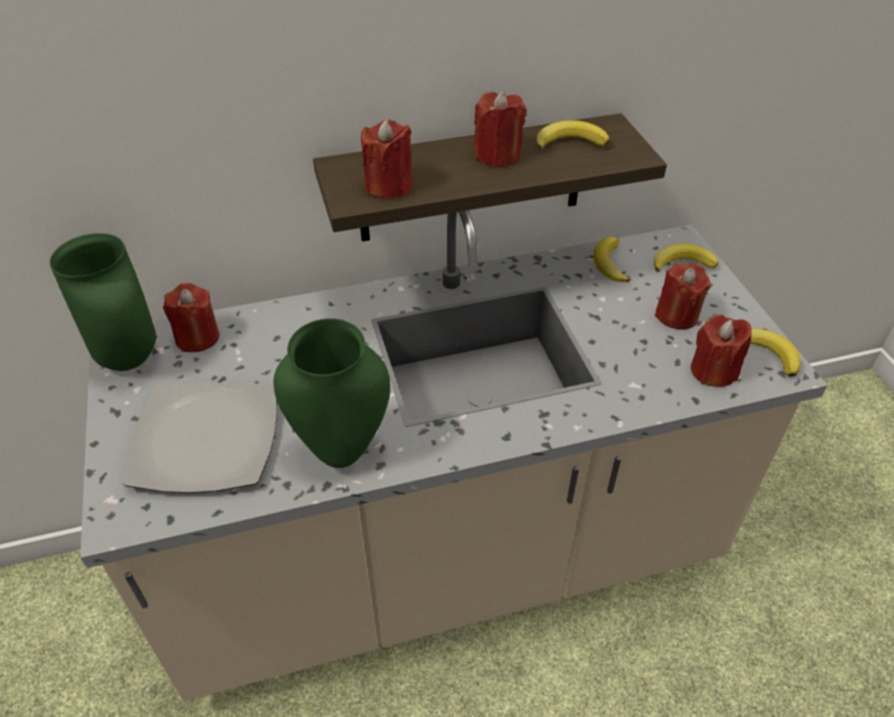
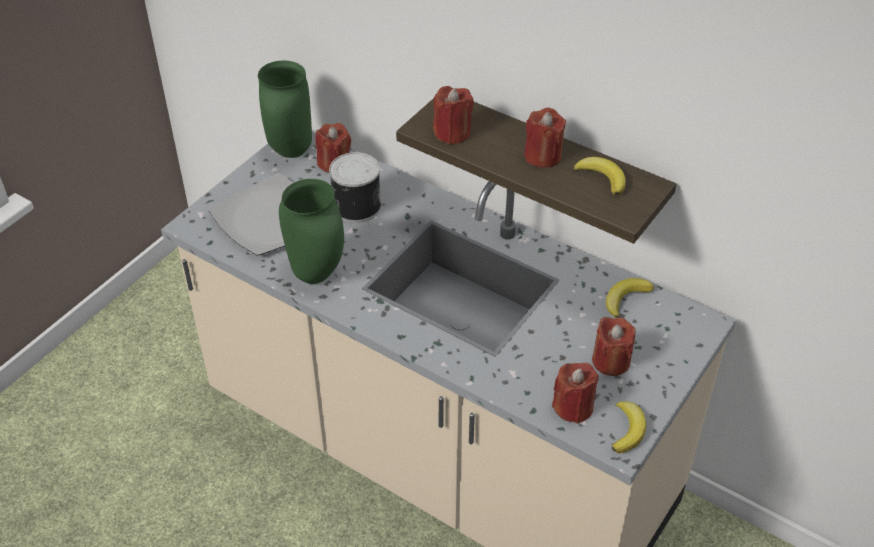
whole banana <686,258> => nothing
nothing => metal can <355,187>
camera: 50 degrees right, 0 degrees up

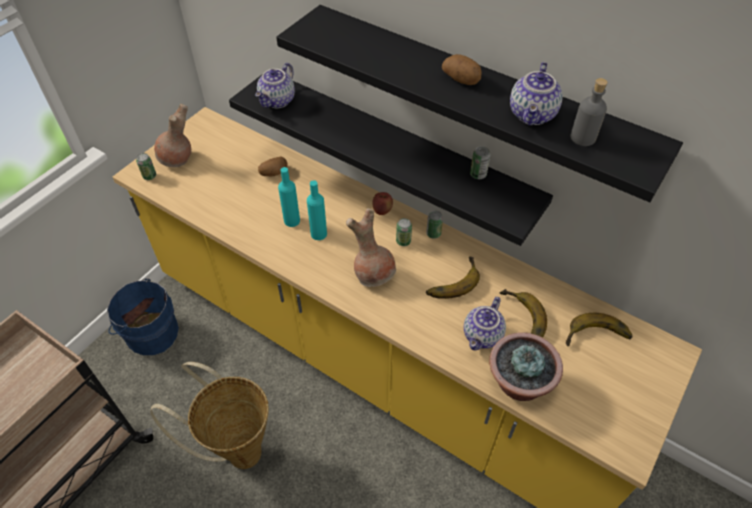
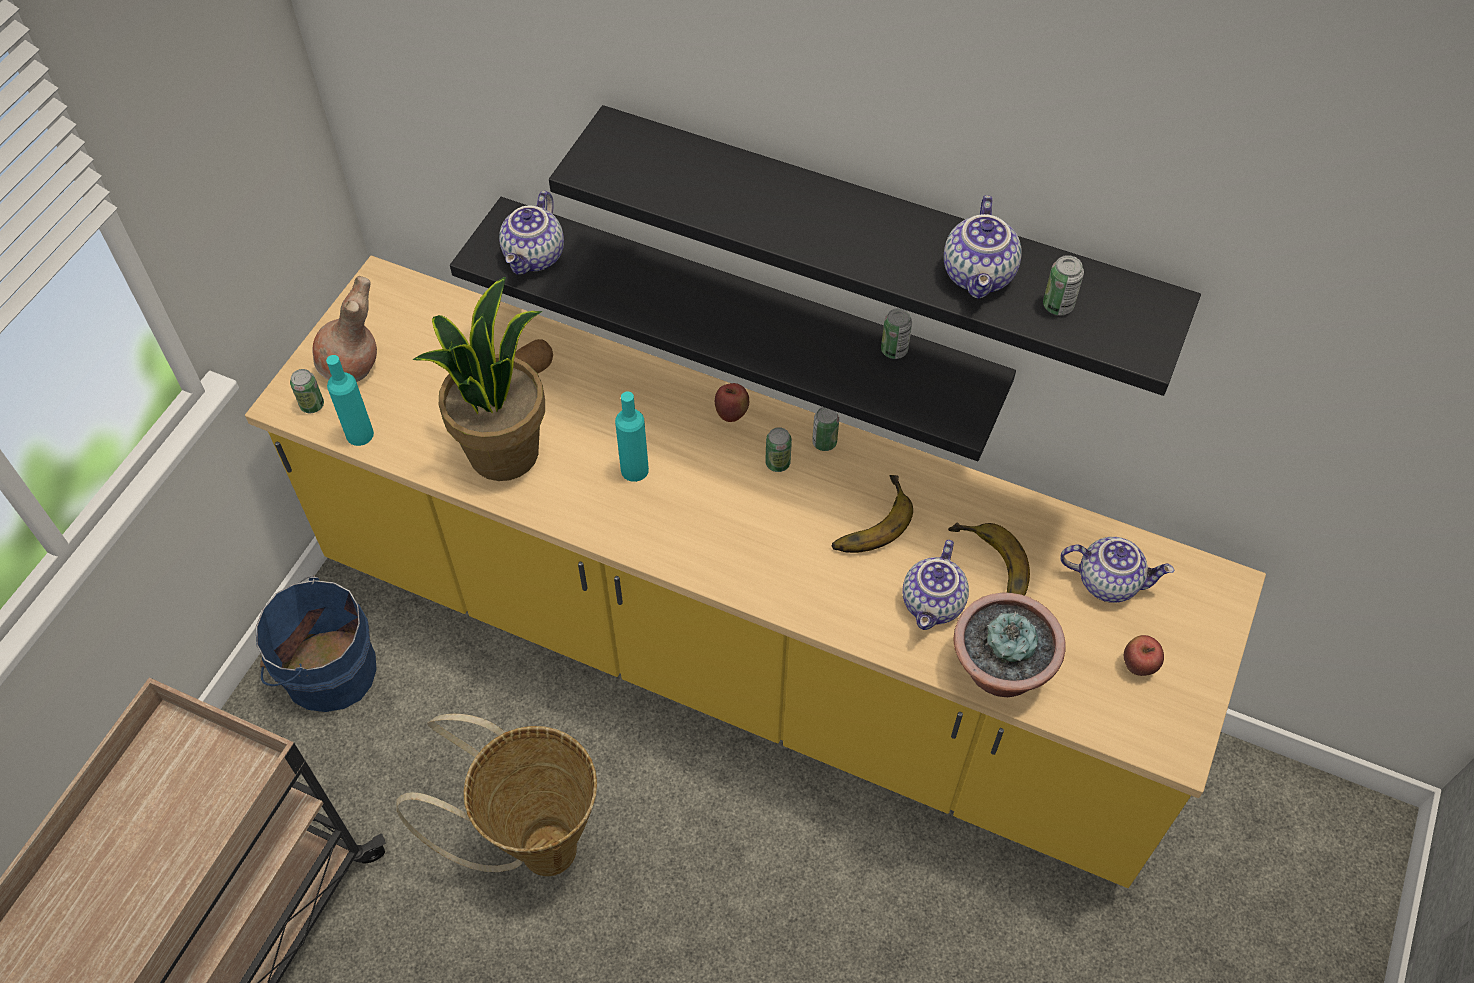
blue-green bottle <289,197> => blue-green bottle <350,400>, relocated
brown vase <371,247> => nothing
spud <462,69> => nothing
whole banana <599,329> => pot for tea <1117,570>
gray bottle <589,112> => metal can <1063,285>
nothing => potted plant <478,379>
nothing => whole apple <1144,655>
camera: 10 degrees left, 5 degrees up

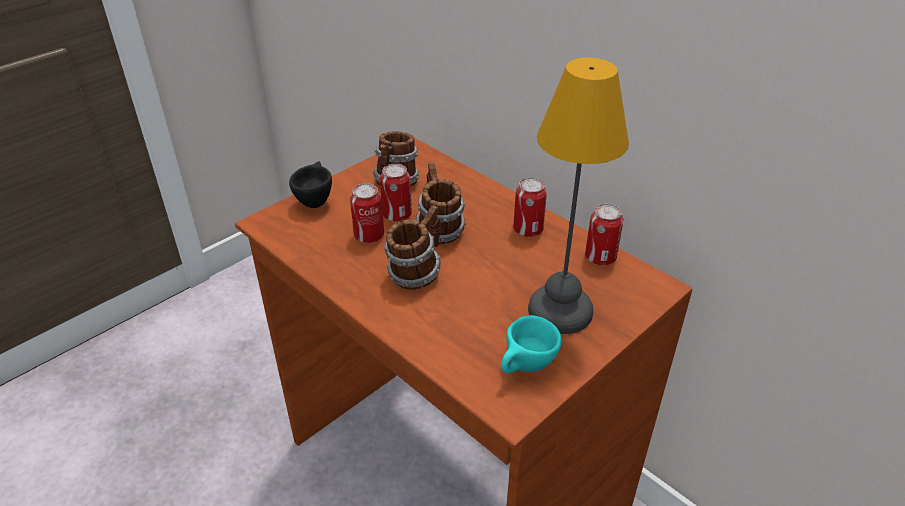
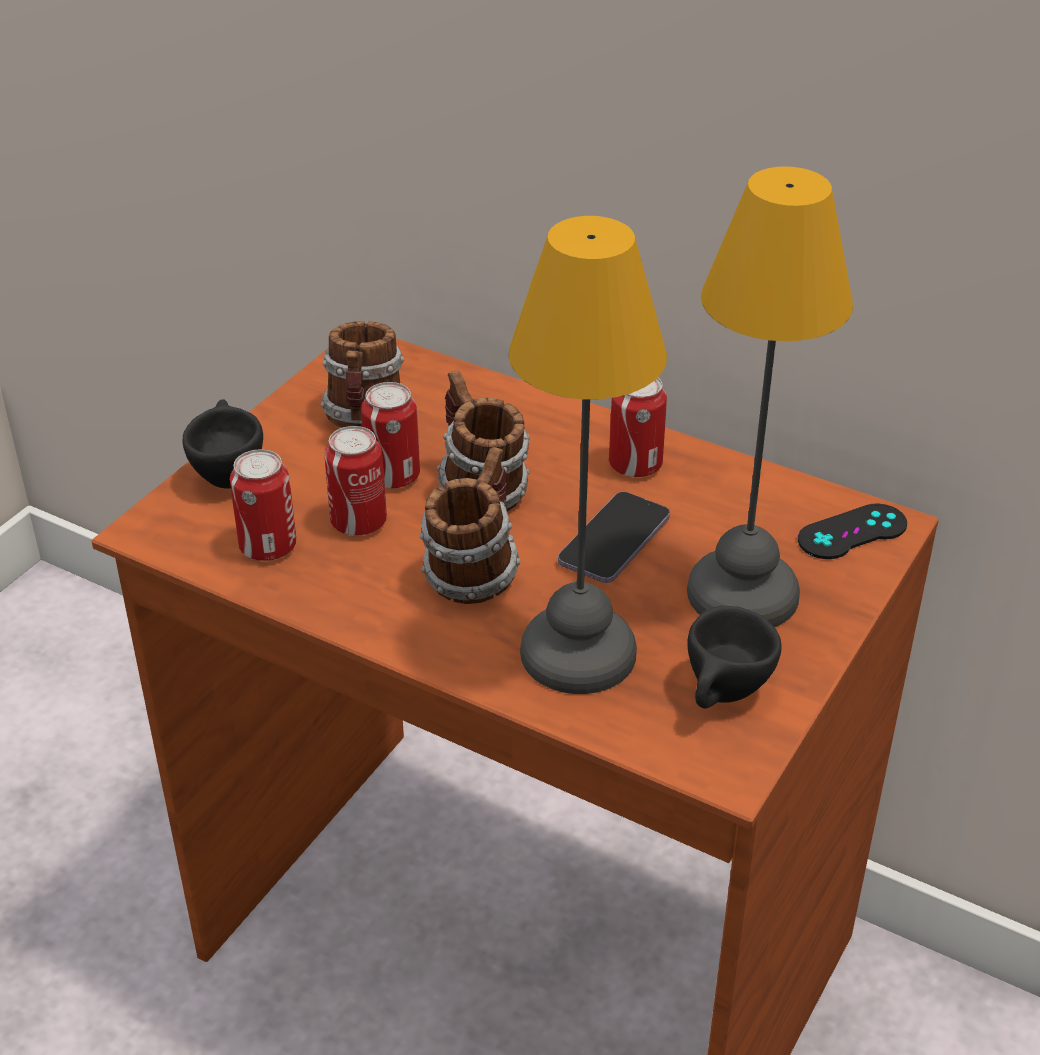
blue-green drinking cup <531,344> => blackish drinking cup <734,657>
metal can <604,234> => metal can <263,505>, relocated
nothing => tabletop lamp <587,455>
nothing => phone <614,537>
nothing => blackish gamepad <852,531>
camera: 15 degrees left, 0 degrees up

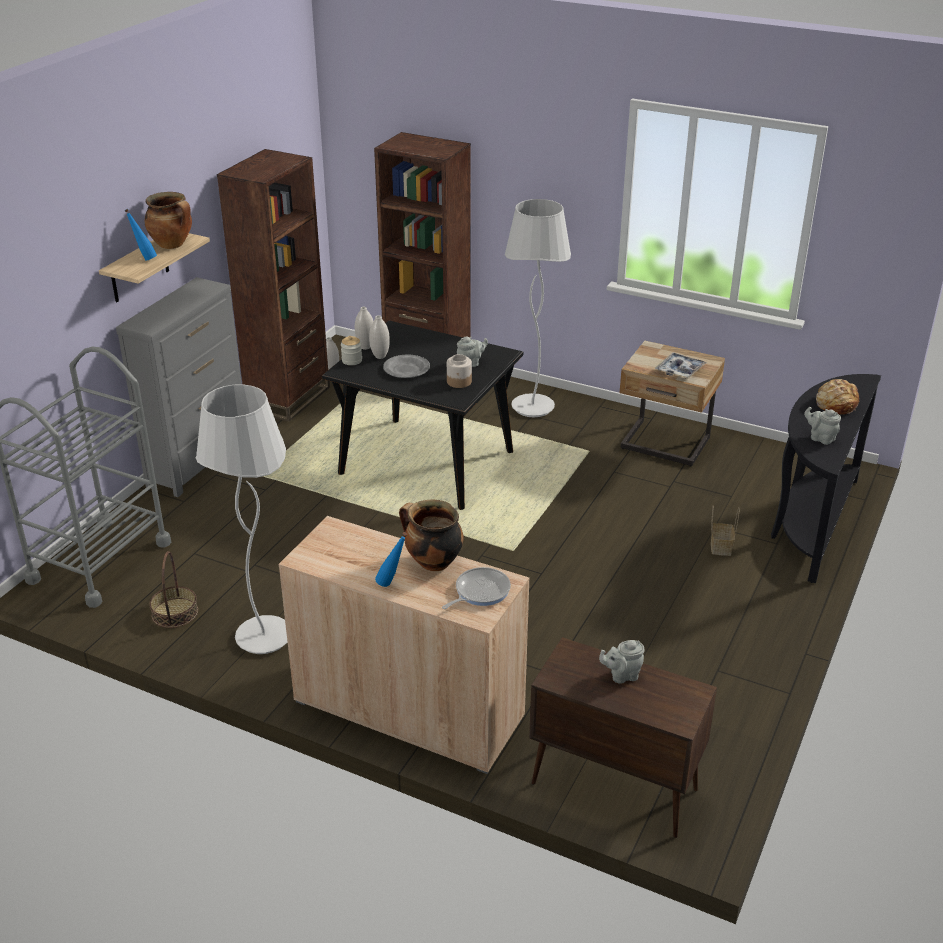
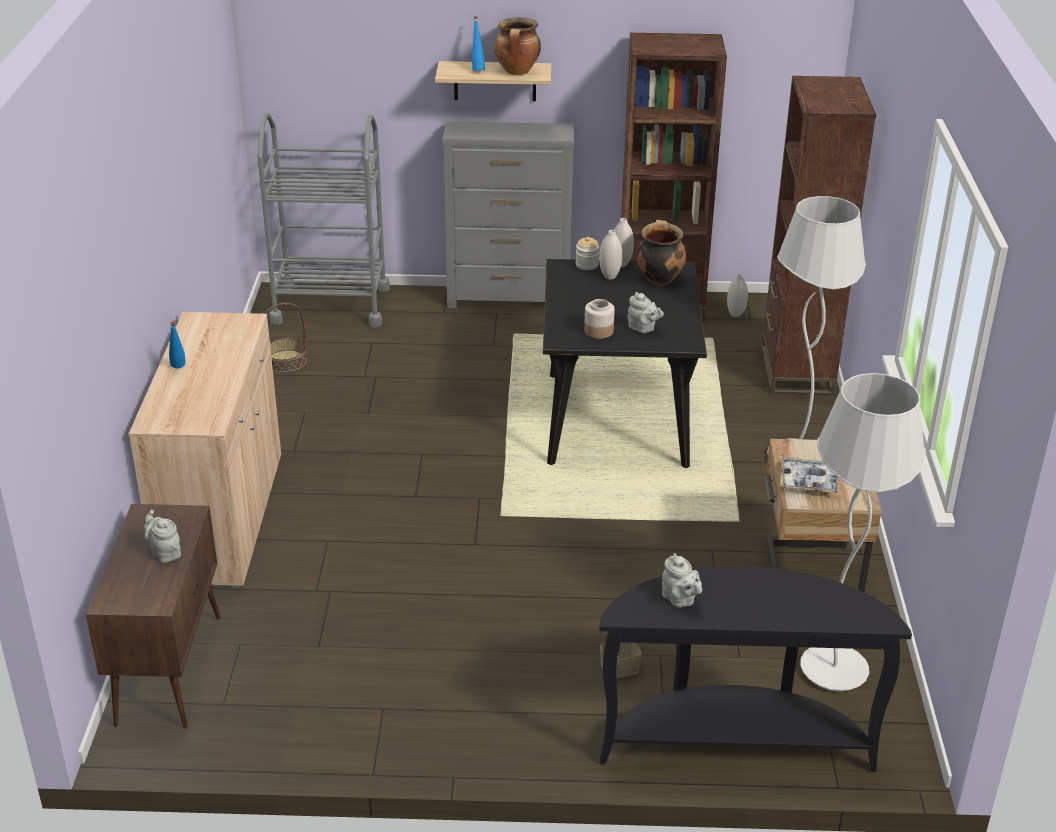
white floor lamp <242,519> => white floor lamp <863,532>, relocated
gray plate <406,366> => nothing
stockpot <431,535> => stockpot <661,252>, relocated
frying pan <476,588> => nothing
gray pot for tea <822,426> => gray pot for tea <682,580>, 135 degrees clockwise
bakery bread <837,397> => nothing
camera: 65 degrees right, 0 degrees up

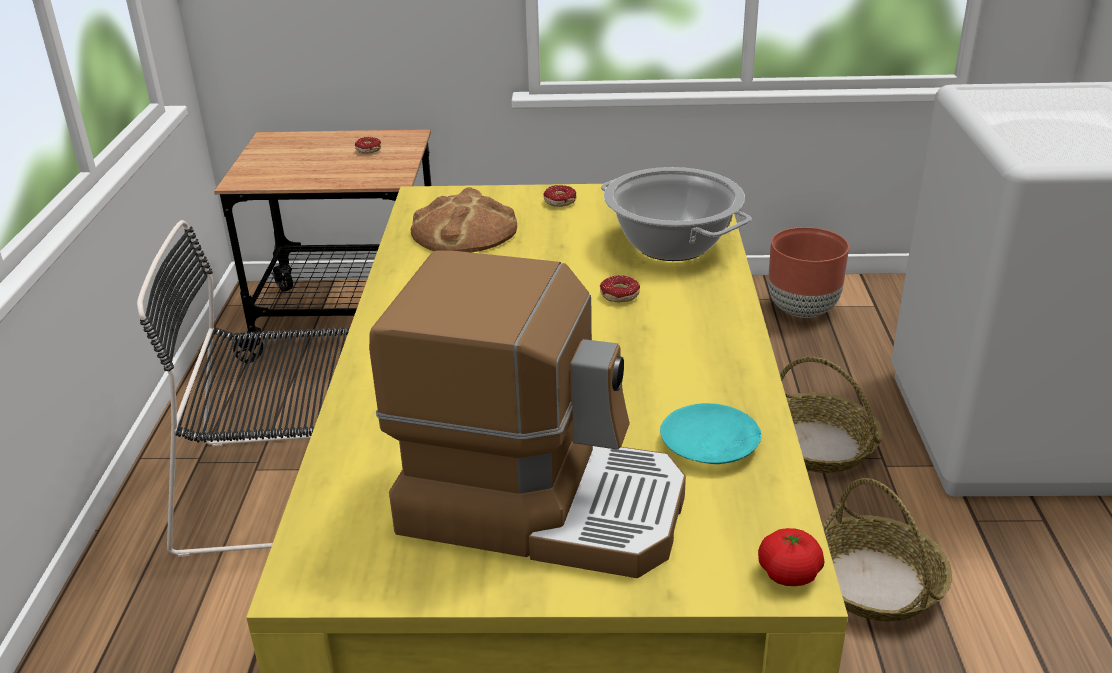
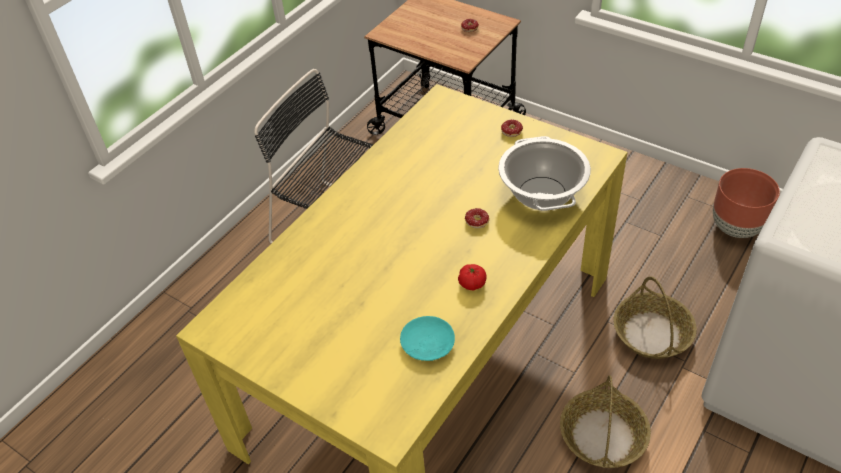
coffee maker <527,414> => nothing
bakery bread <464,220> => nothing
whole tomato <791,557> => whole tomato <472,277>, relocated
camera: 35 degrees right, 15 degrees up

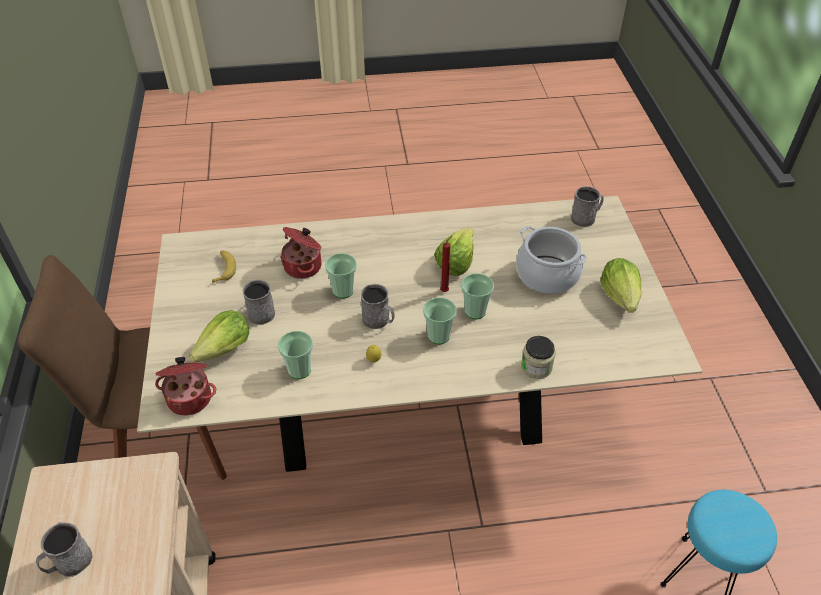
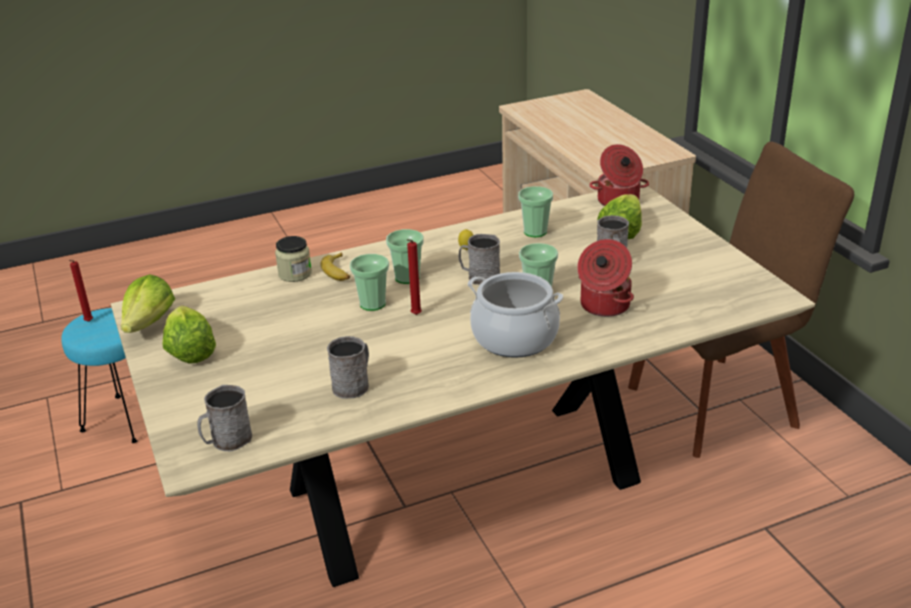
gray tea mug <64,549> => gray tea mug <348,367>, relocated
whole banana <224,267> => whole banana <335,267>, relocated
lettuce <453,252> => lettuce <148,303>, relocated
stockpot <551,260> => stockpot <515,315>, relocated
nothing => reddish wax light <81,291>
camera: 165 degrees right, 15 degrees down

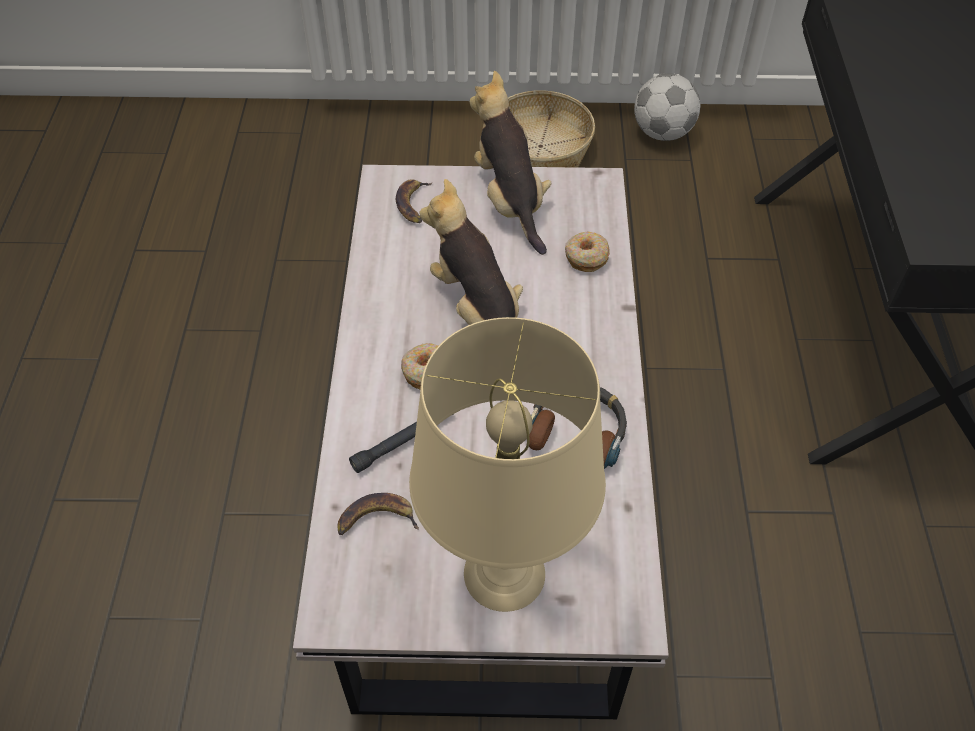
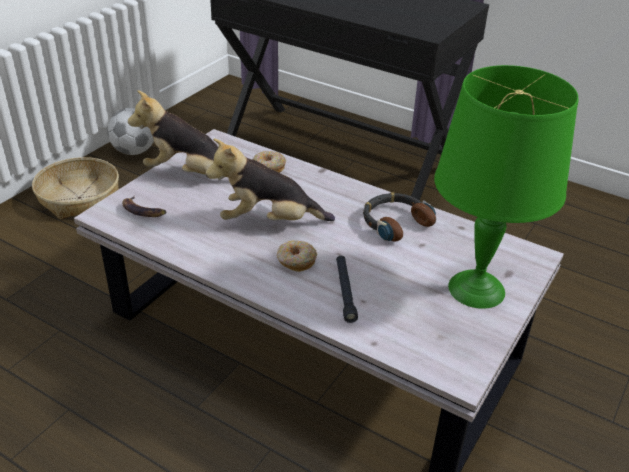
whole banana <378,514> => nothing
beige-coloured tabletop lamp <507,464> => greenish tabletop lamp <506,187>
camera: 60 degrees left, 15 degrees down

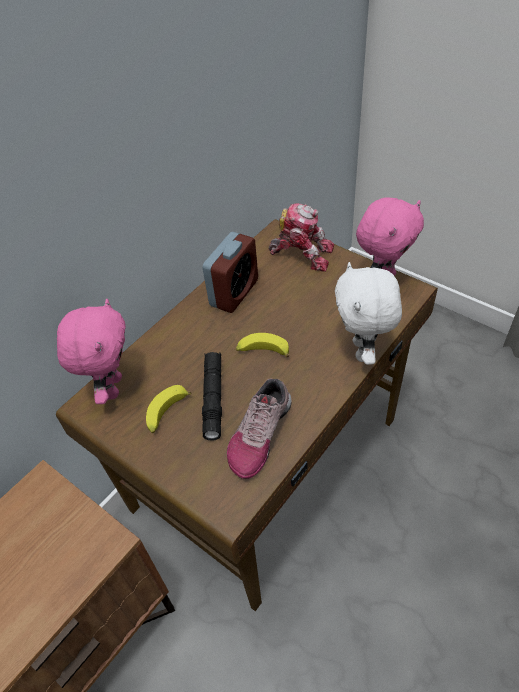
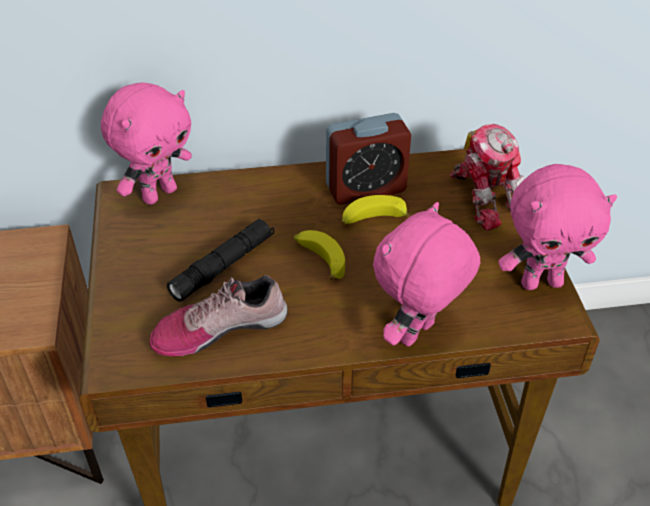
whole banana <168,409> => whole banana <376,209>, relocated
white plush toy <368,313> => pink-coloured plush toy <426,274>
camera: 40 degrees right, 5 degrees down

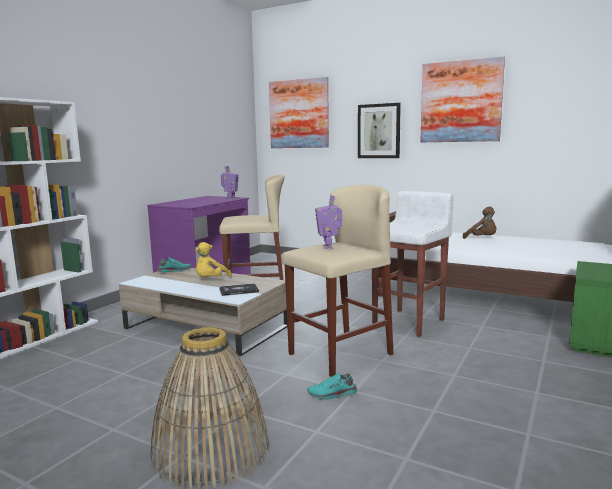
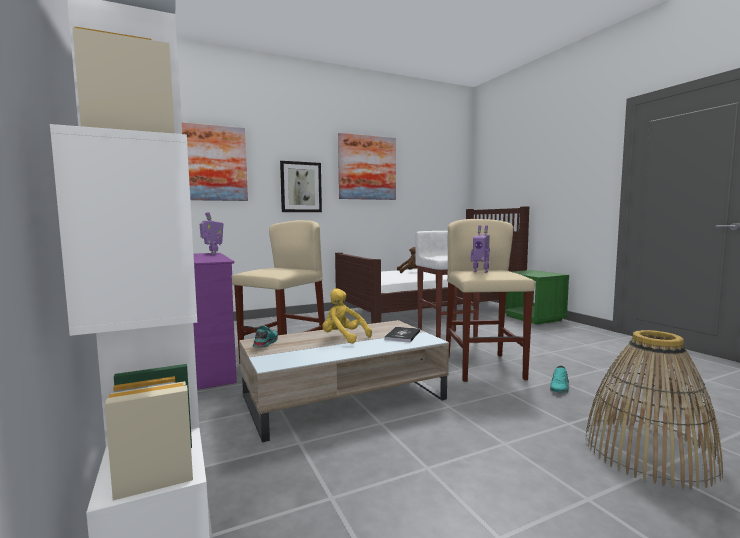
yellow plush toy <213,259> => yellow plush toy <347,315>, 150 degrees clockwise
camera: 55 degrees left, 5 degrees down

